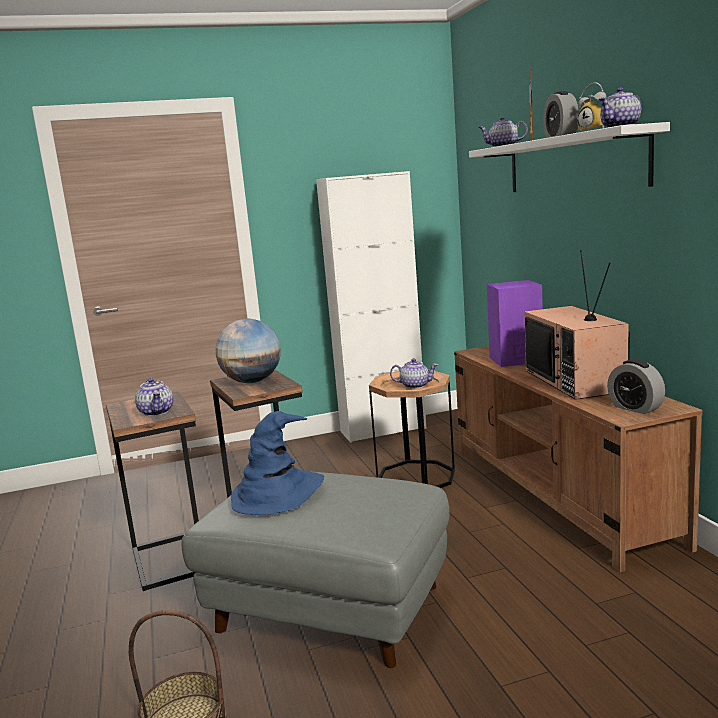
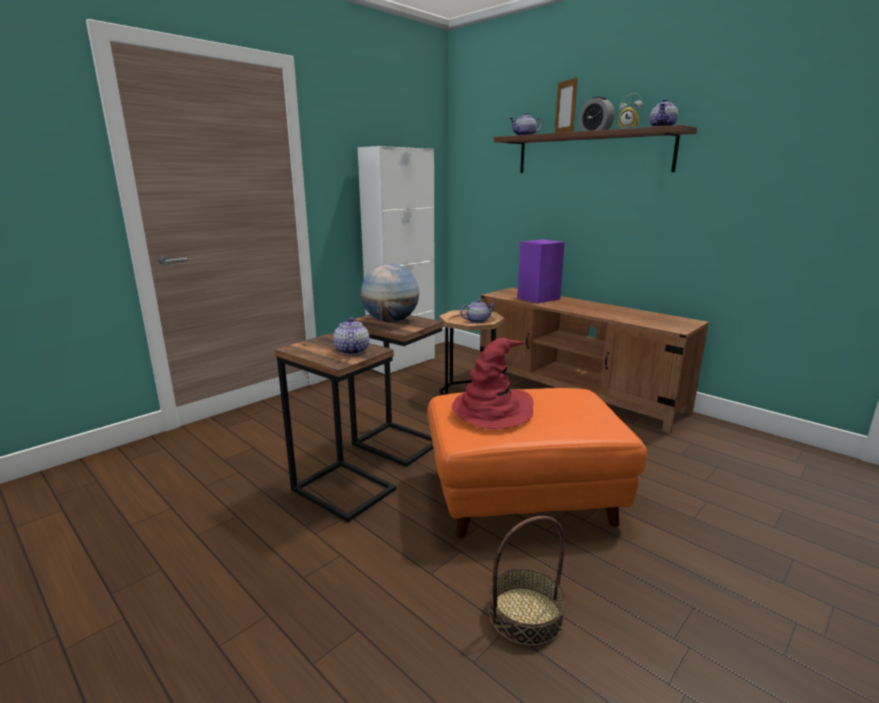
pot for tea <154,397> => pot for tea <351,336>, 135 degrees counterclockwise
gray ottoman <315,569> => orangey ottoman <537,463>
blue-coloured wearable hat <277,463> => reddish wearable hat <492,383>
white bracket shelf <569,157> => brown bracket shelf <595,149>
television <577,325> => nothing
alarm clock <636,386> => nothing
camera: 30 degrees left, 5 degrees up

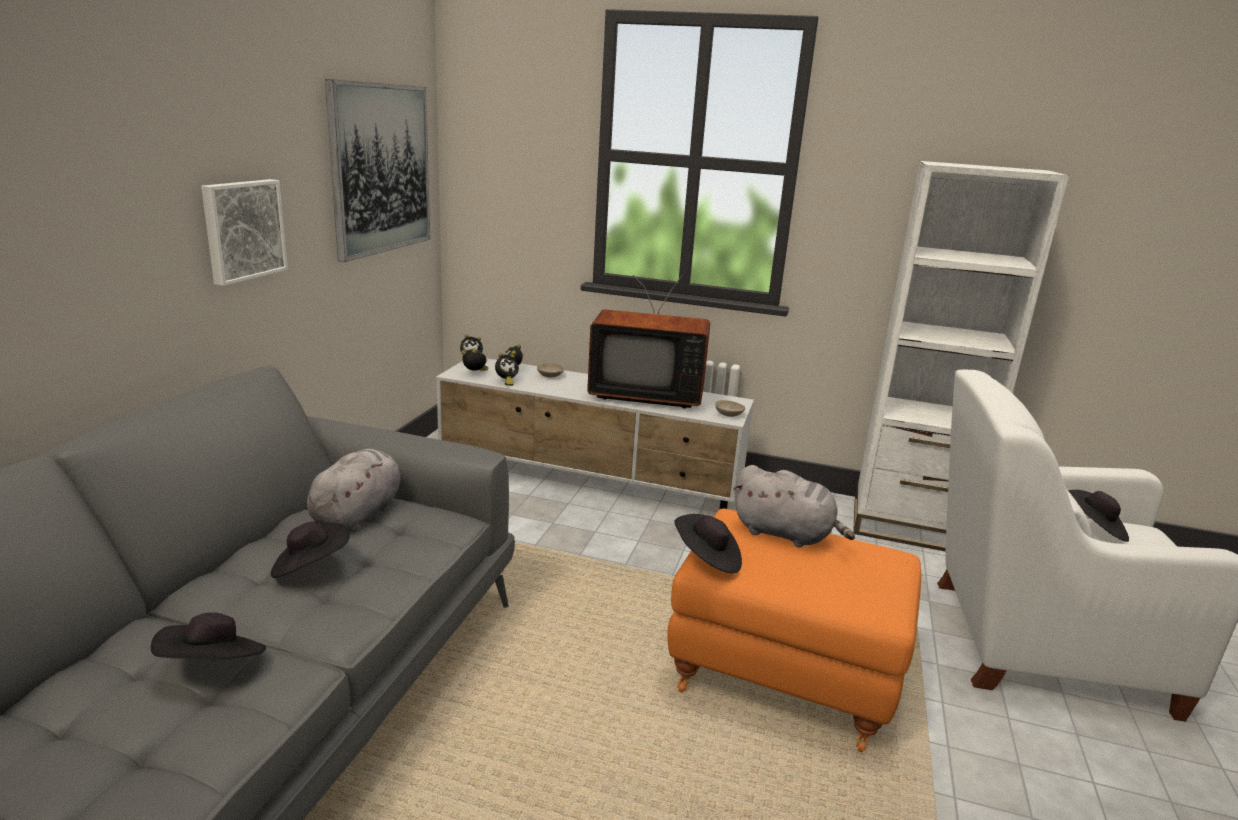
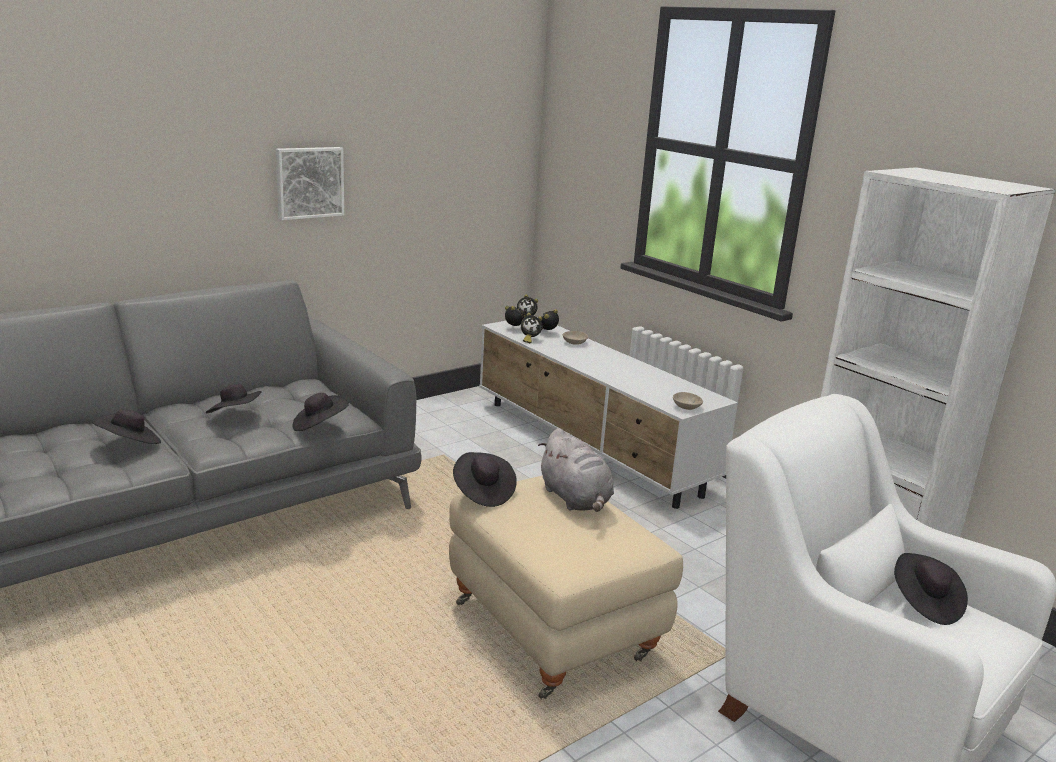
gray plush toy <354,490> => nothing
wall picture <377,170> => nothing
television <648,341> => nothing
orangey ottoman <794,630> => beige-coloured ottoman <566,587>
nothing => blackish wearable hat <321,412>
camera: 35 degrees right, 0 degrees up

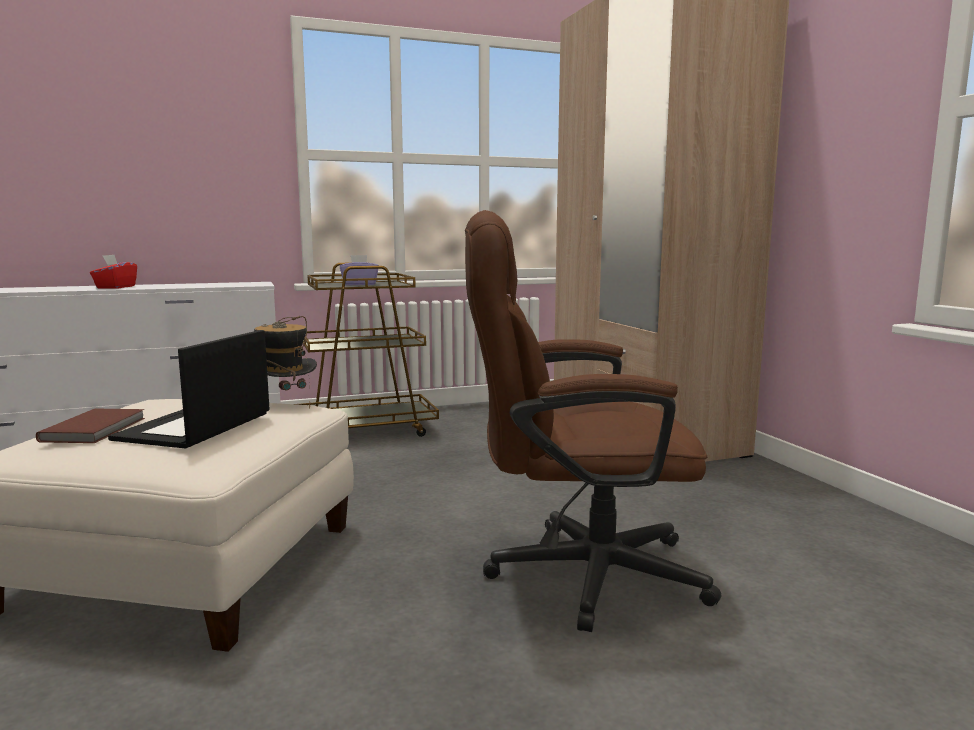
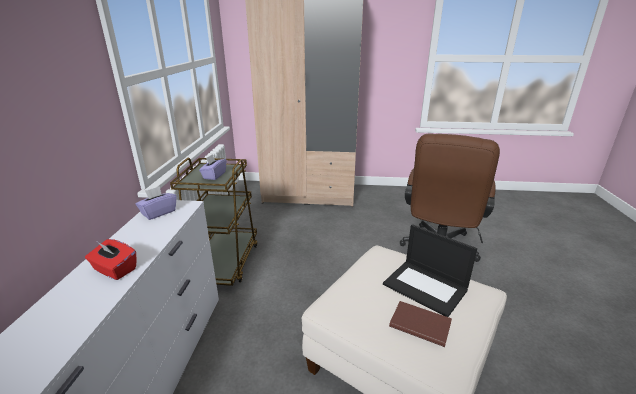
wearable hat <285,362> => nothing
nothing => purple-coloured tissue box <156,203>
camera: 65 degrees left, 15 degrees up

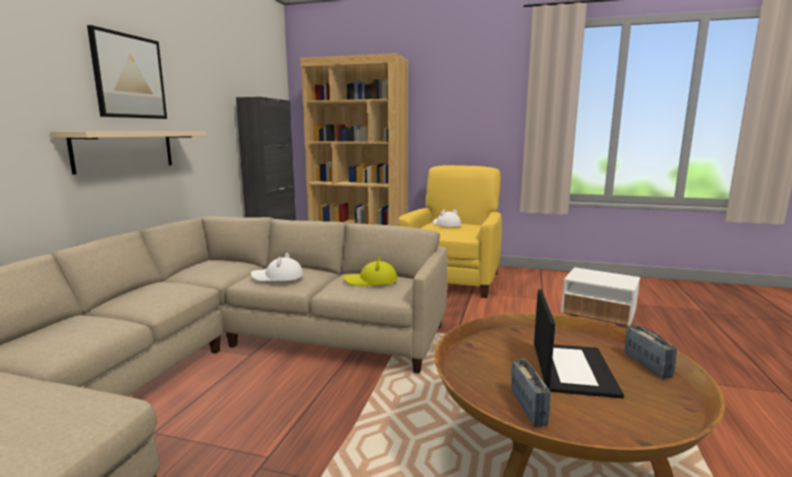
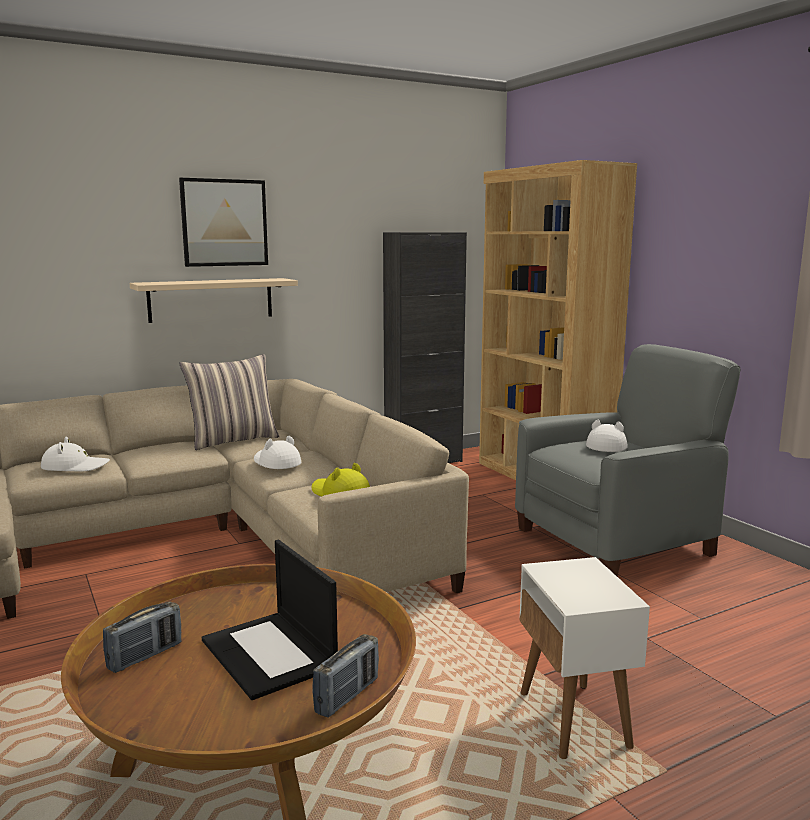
yellow lounge chair <450,231> => gray lounge chair <628,460>
laptop <579,343> => laptop <270,620>, 90 degrees clockwise
nothing => white wearable hat <75,454>
nothing => throw pillow <230,402>
camera: 45 degrees right, 0 degrees up

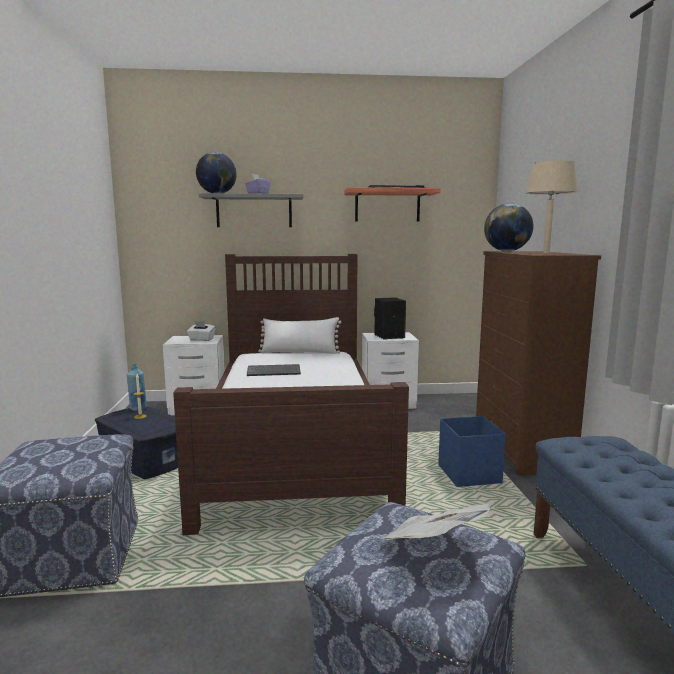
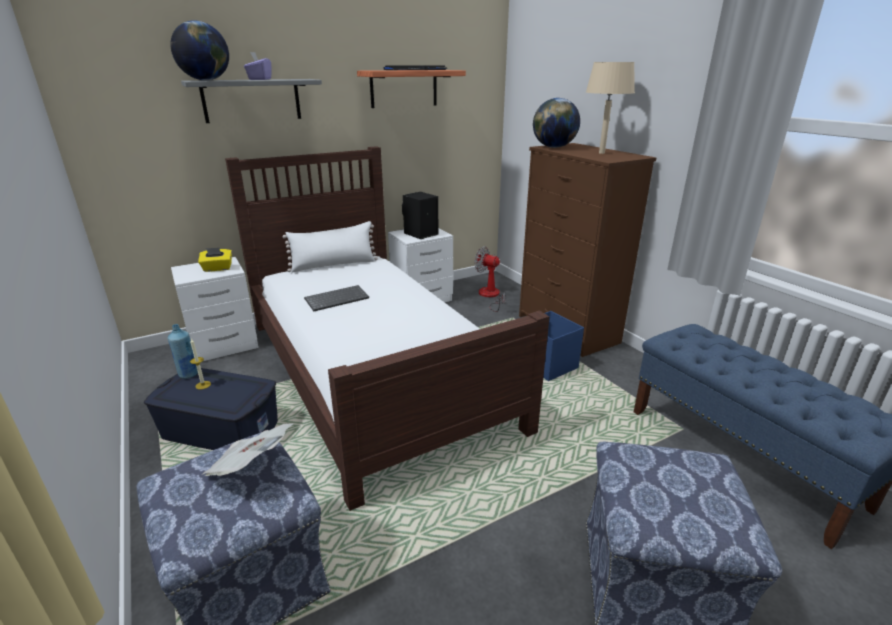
white tissue box <201,331> => yellow tissue box <215,260>
printed paper <438,521> => printed paper <248,450>, relocated
nothing => fan <490,279>
camera: 25 degrees left, 15 degrees up

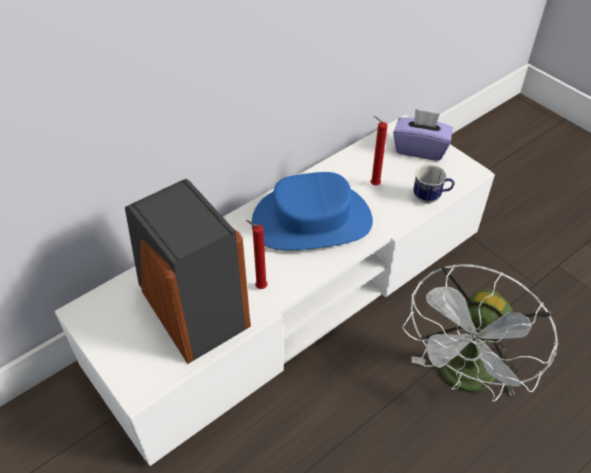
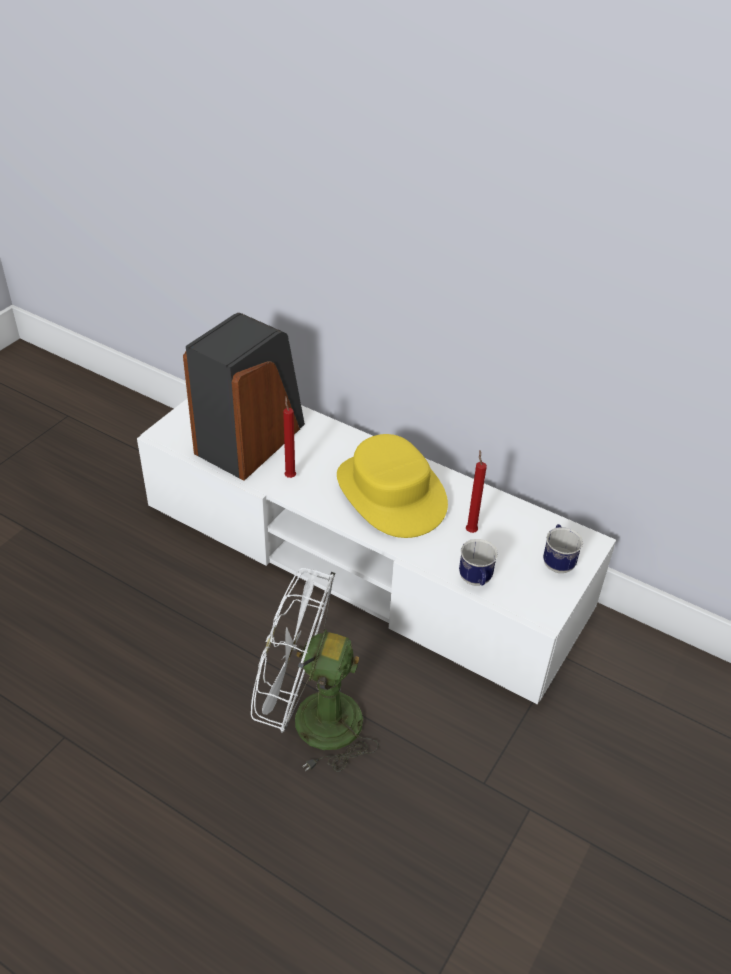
blue-coloured wearable hat <312,211> => yellow wearable hat <392,486>
purple-coloured tissue box <423,135> => tea mug <563,548>
camera: 70 degrees right, 5 degrees down

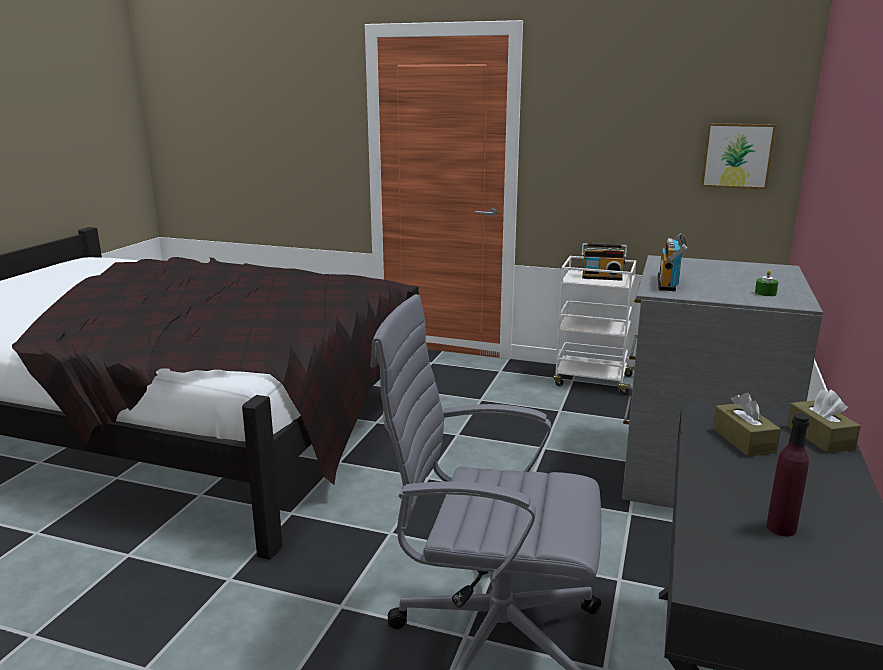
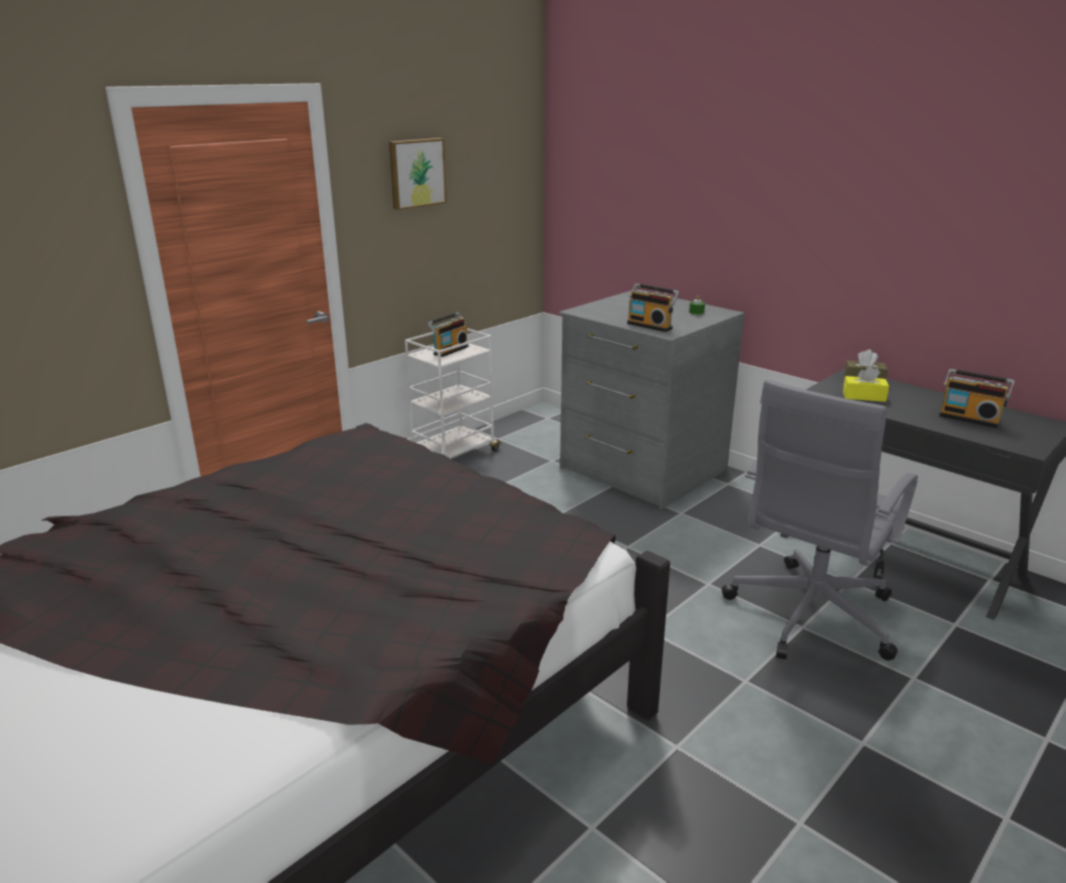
wall picture <738,156> => wall picture <418,174>, relocated
brown tissue box <747,425> => yellow tissue box <866,384>
purple-coloured bottle <788,475> => radio <977,398>
camera: 65 degrees left, 5 degrees up

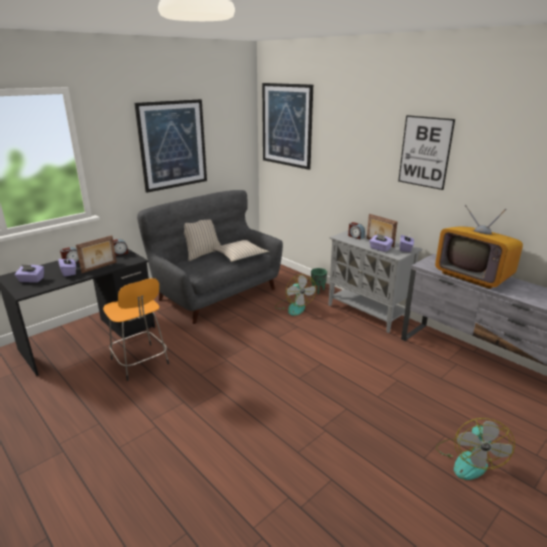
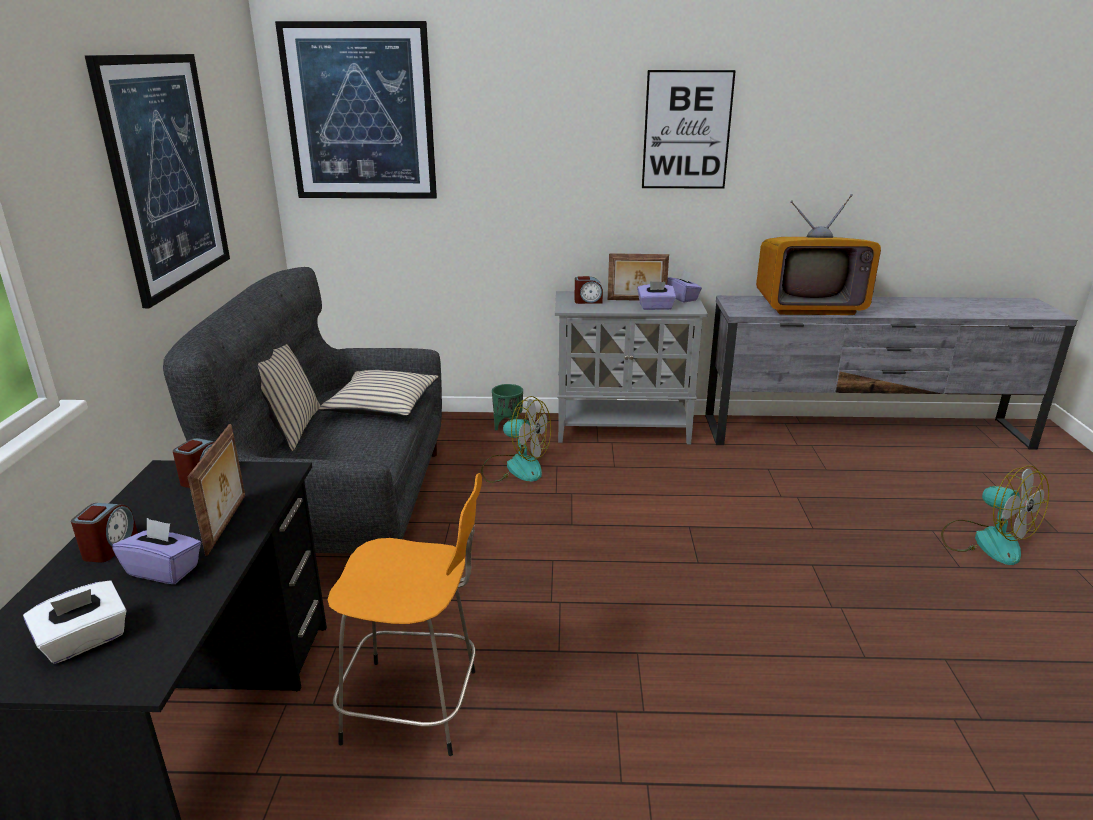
purple-coloured tissue box <29,273> => white tissue box <75,622>
camera: 45 degrees left, 0 degrees up

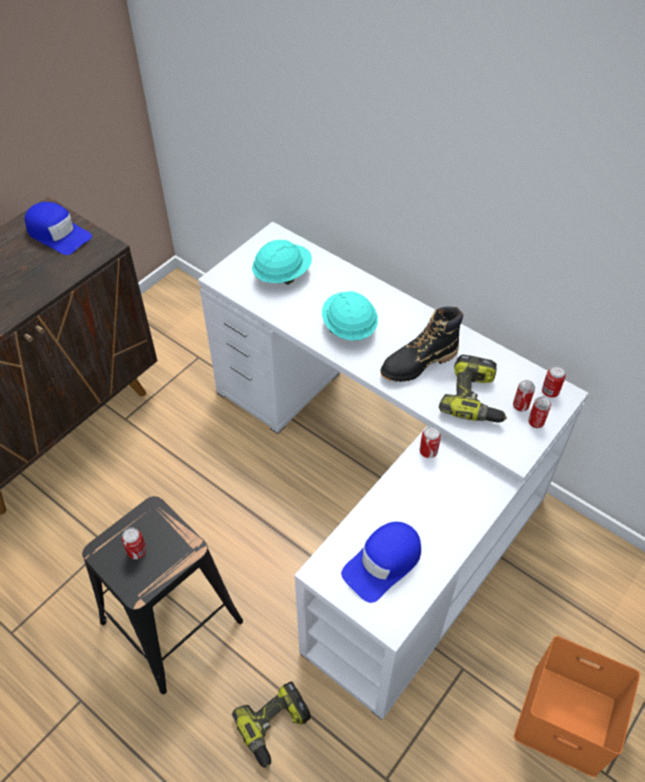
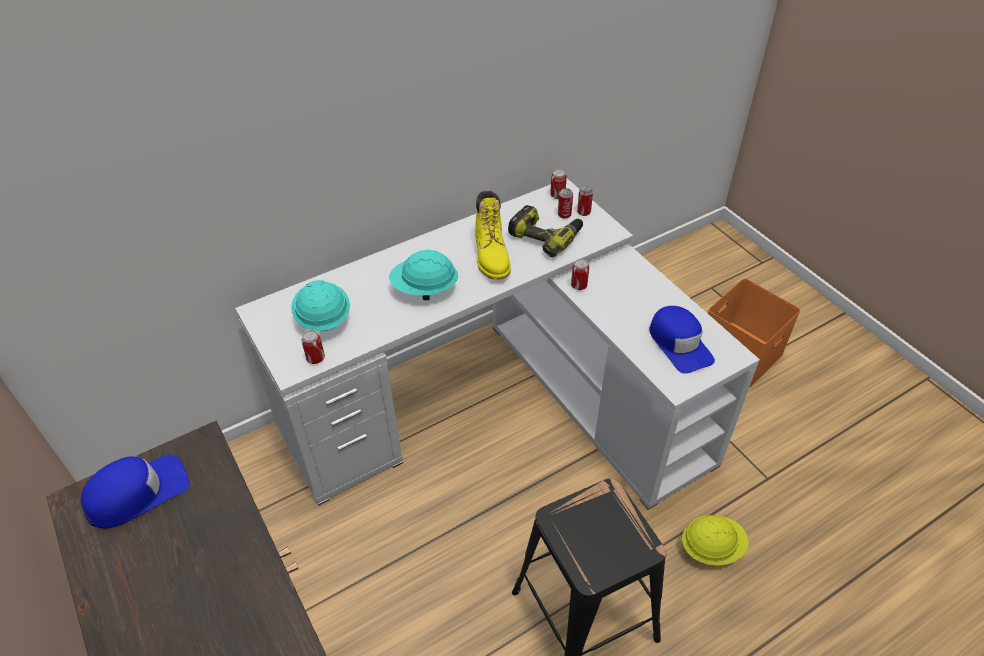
metal can <134,543> => metal can <313,347>, relocated
electric drill <271,724> => yellow safety helmet <715,540>
blackish high-top boot <421,344> => yellow high-top boot <493,235>
camera: 70 degrees left, 5 degrees down

